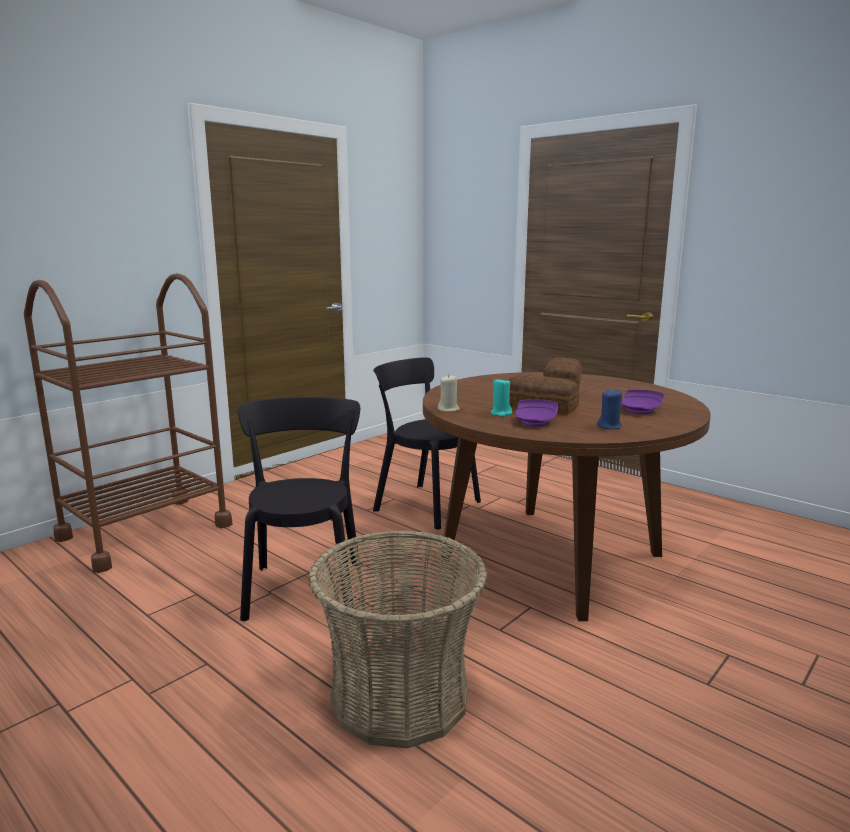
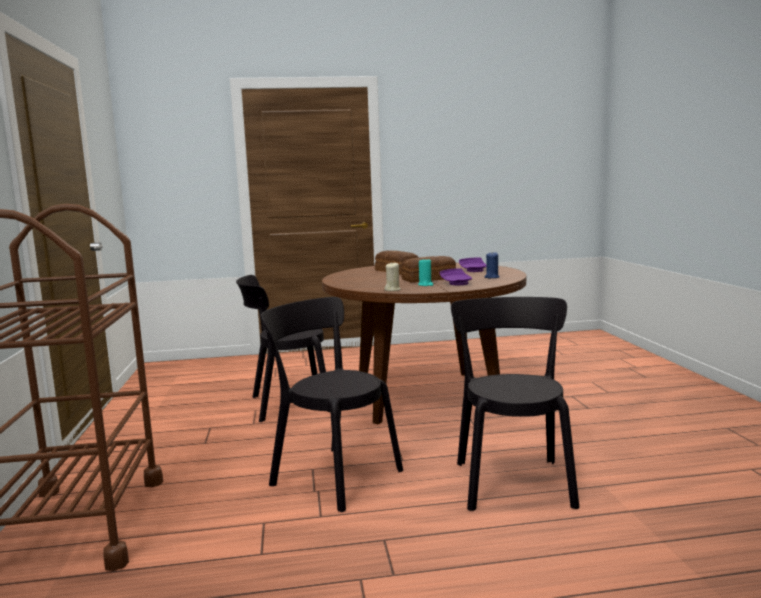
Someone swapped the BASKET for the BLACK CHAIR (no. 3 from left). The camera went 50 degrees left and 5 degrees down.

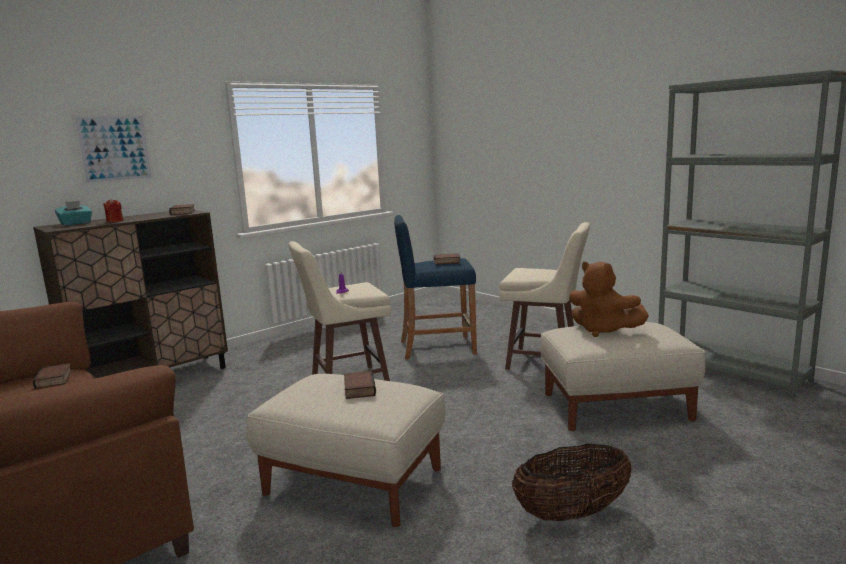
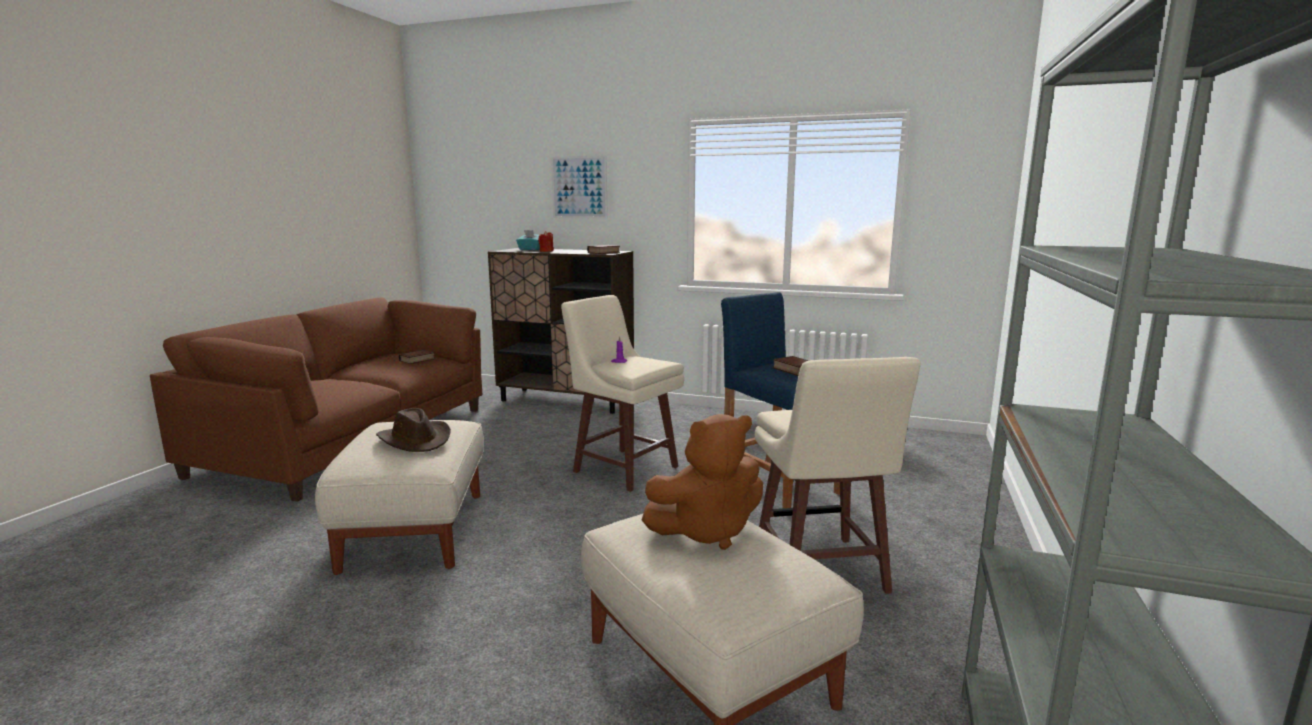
Someone swapped the BOOK (no. 3 from left) for the BROWN HAT. Someone rotated the BROWN PLUSH TOY by 120 degrees counterclockwise. Someone took away the BASKET. The camera went 60 degrees right and 0 degrees up.

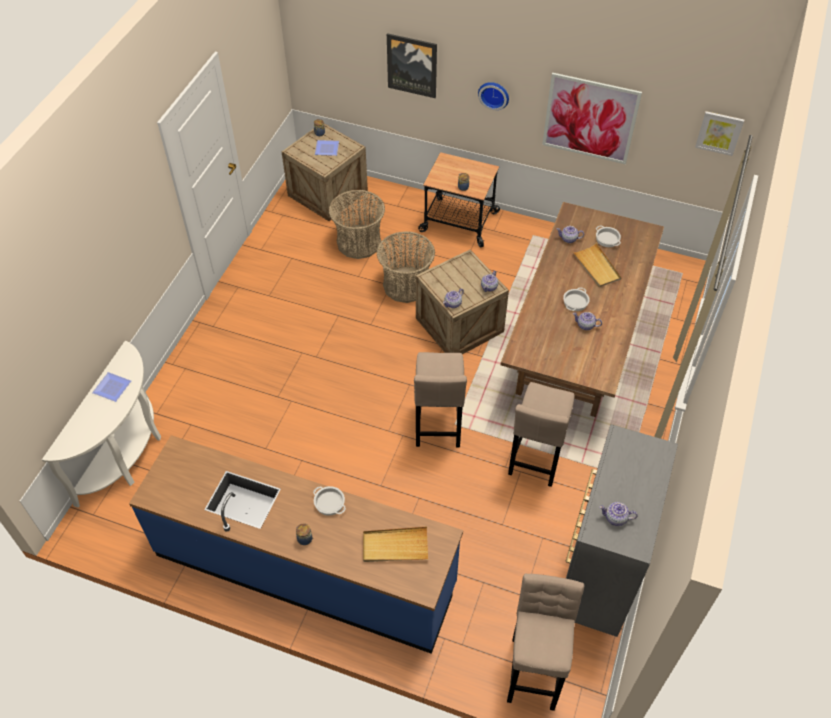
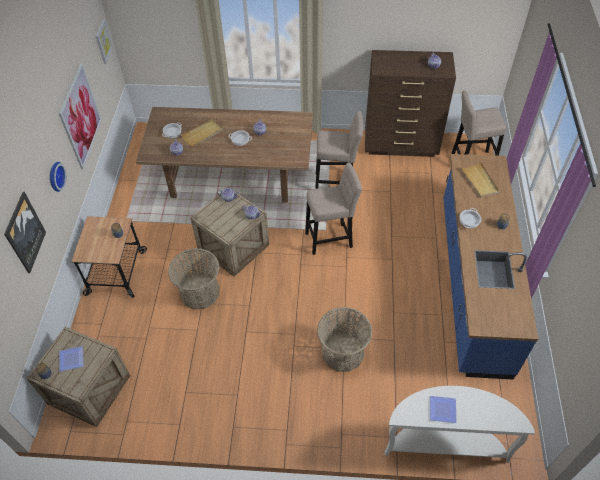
Someone carried the BASKET (no. 1 from left in the first image). Someone repainted the GREY DRESSER, which became the BROWN DRESSER. The camera went 105 degrees left and 0 degrees up.

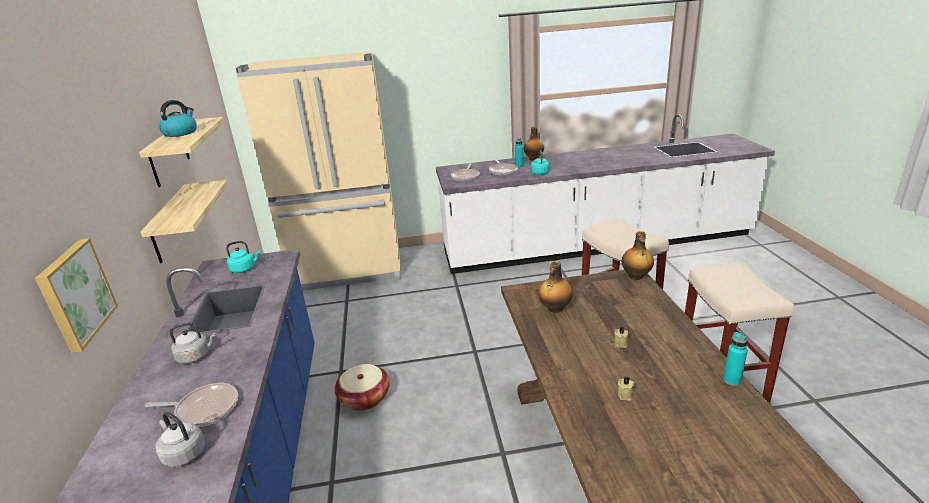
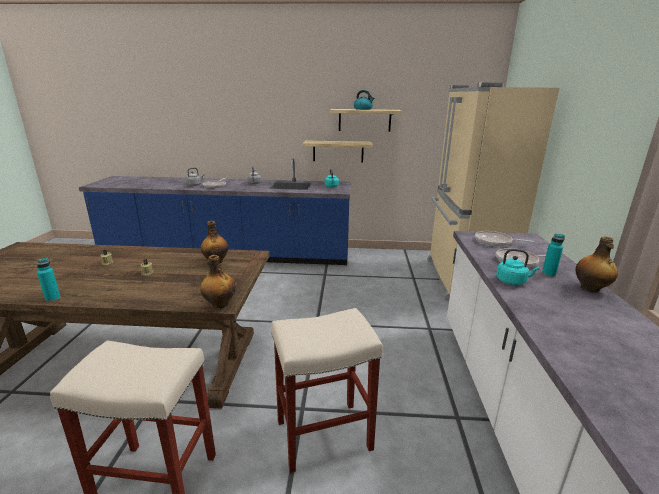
Someone took away the PICTURE. Someone took away the BASKET. The camera went 100 degrees right and 5 degrees down.

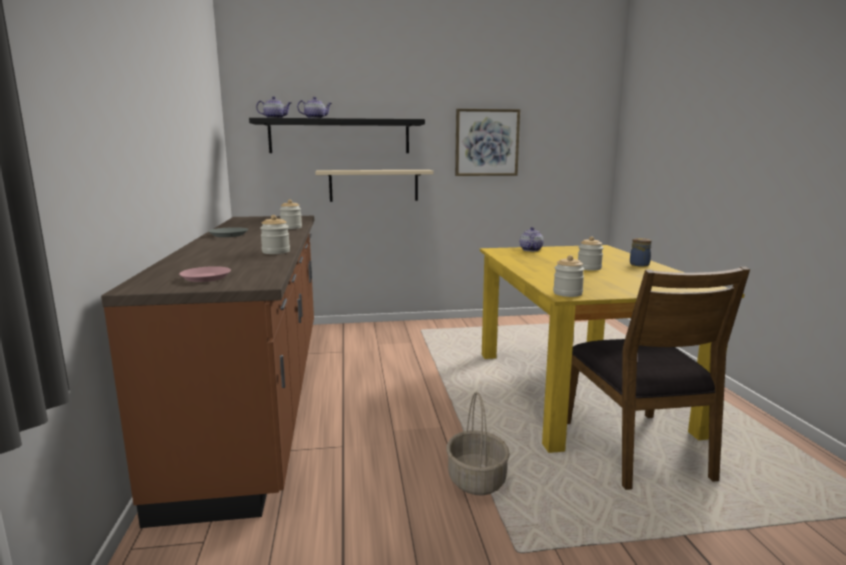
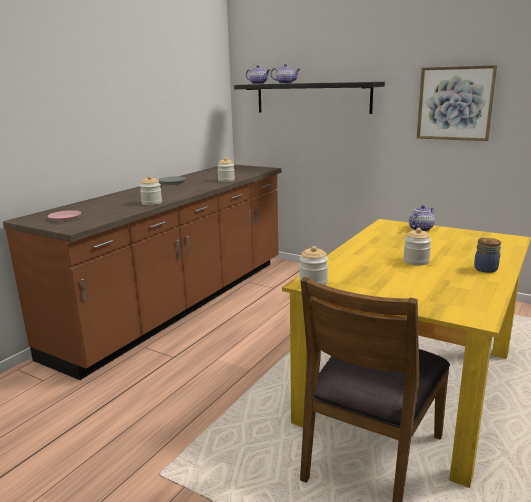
Someone took away the BEIGE SHELF. Someone took away the BASKET. The camera went 40 degrees right and 5 degrees up.

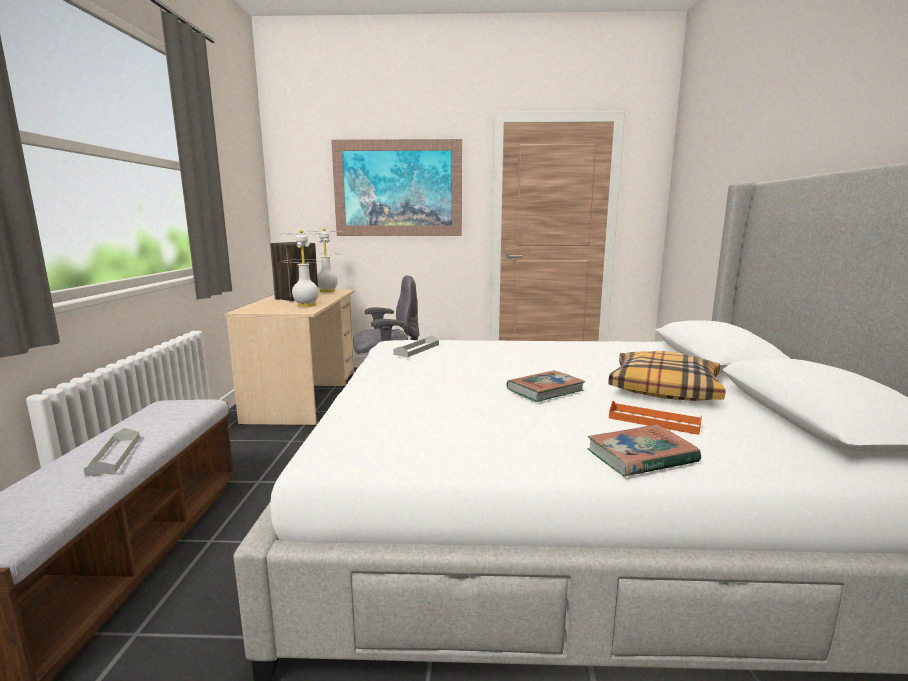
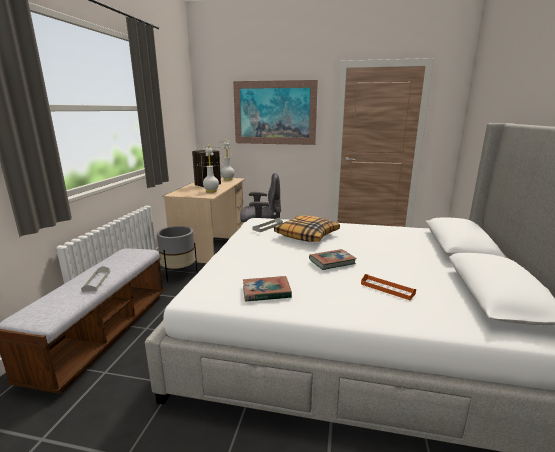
Someone put down the GREY PLANTER. Someone carried the BOOK (no. 2 from left in the first image). Someone carried the PILLOW. The camera went 10 degrees right and 5 degrees up.

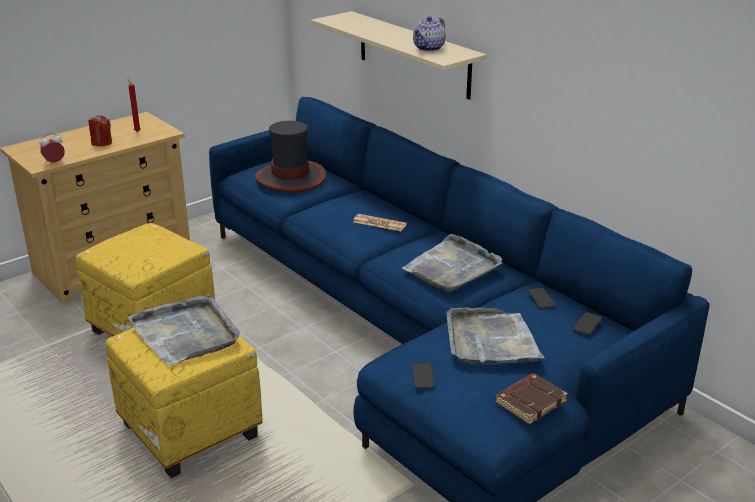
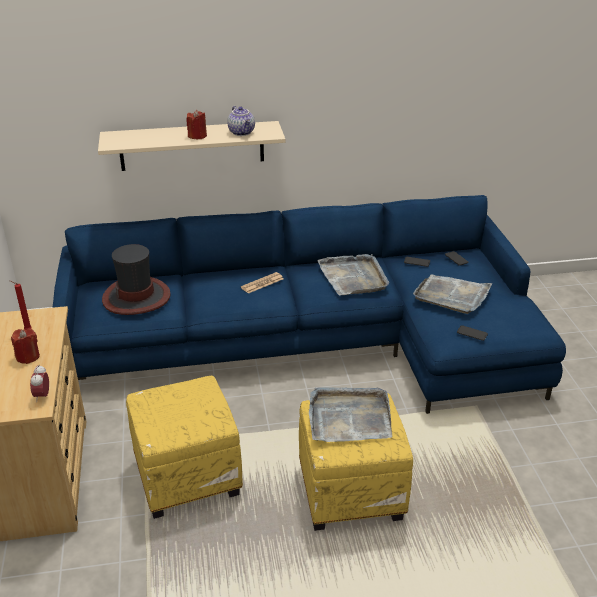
Someone put down the RED CANDLE (no. 3 from left). Someone took away the BROWN BOOK. The camera went 60 degrees left and 5 degrees up.

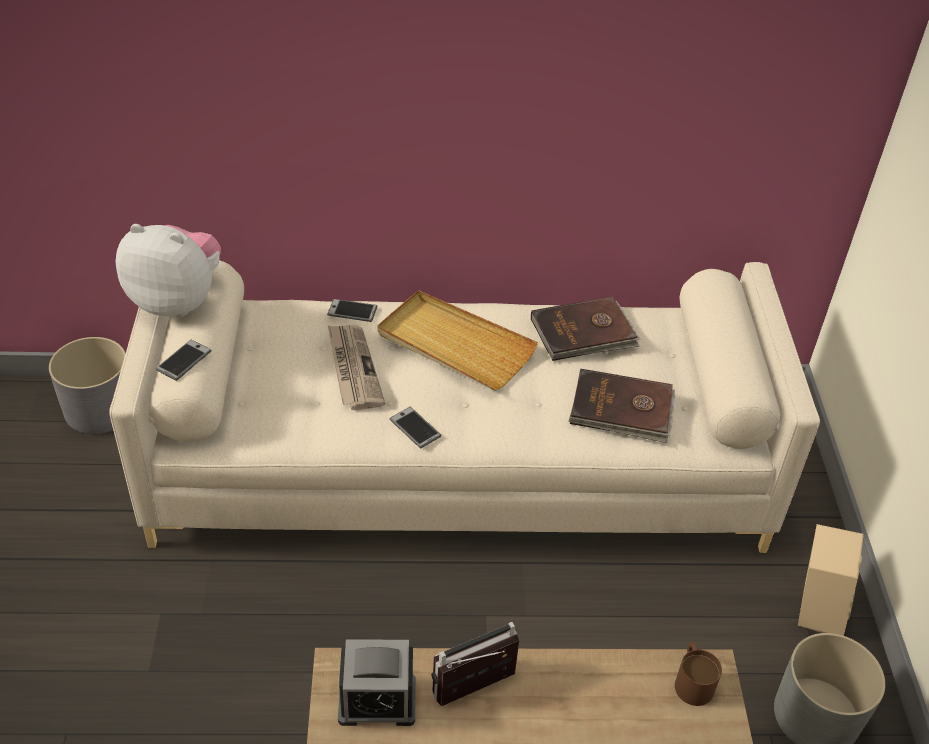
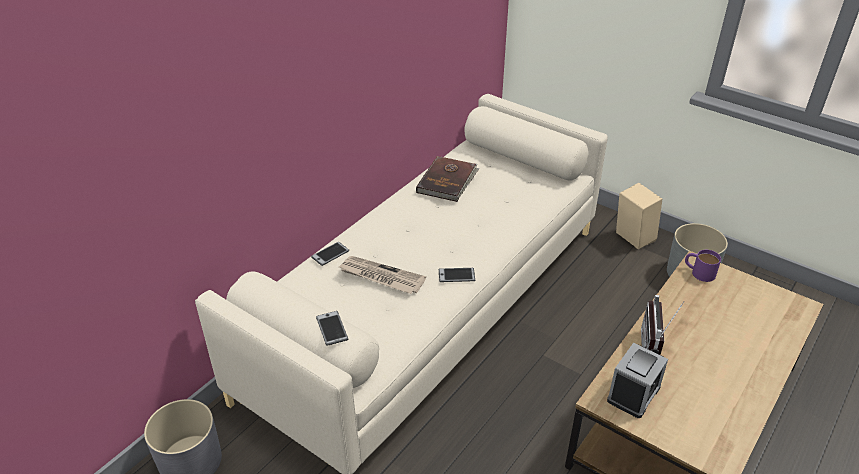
Someone repainted the BROWN MUG, which became the PURPLE MUG. Someone took away the PLUSH TOY. Someone took away the BEIGE TRAY. Someone took away the BROWN BOOK (no. 2 from left). The camera went 50 degrees left and 5 degrees down.

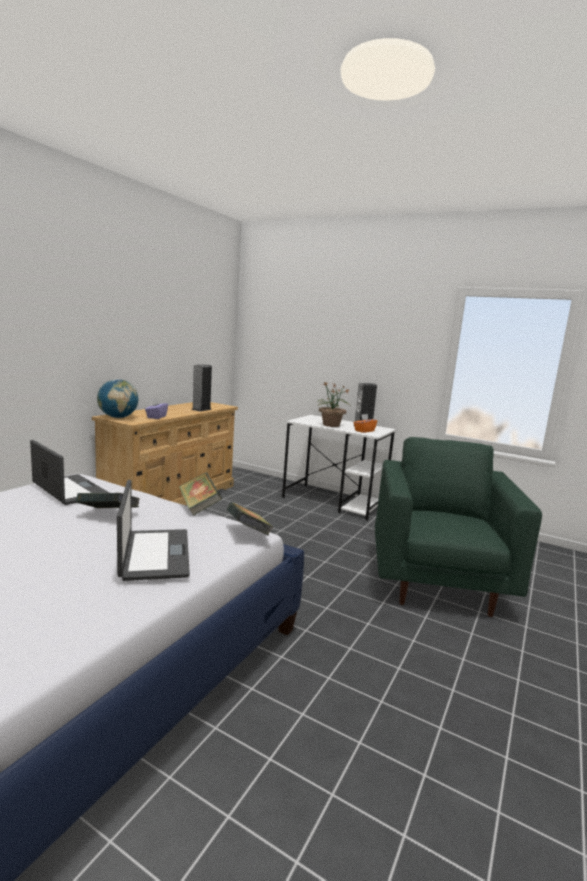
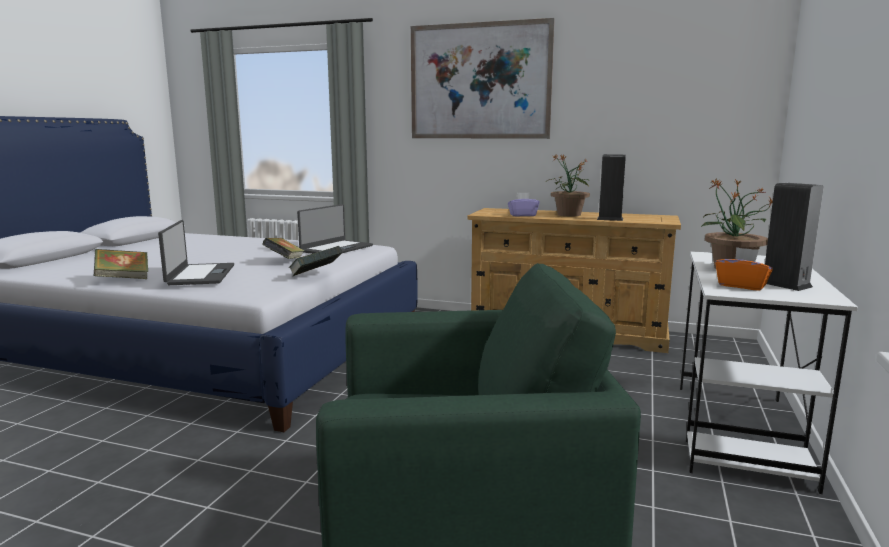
Someone carried the BOOK (no. 3 from left in the first image). Someone rotated the LAPTOP (no. 2 from left in the first image) by 75 degrees counterclockwise. Someone put up the PICTURE. Someone put down the POTTED PLANT (no. 1 from left). Someone took away the GLOBE. The camera went 80 degrees right and 0 degrees up.

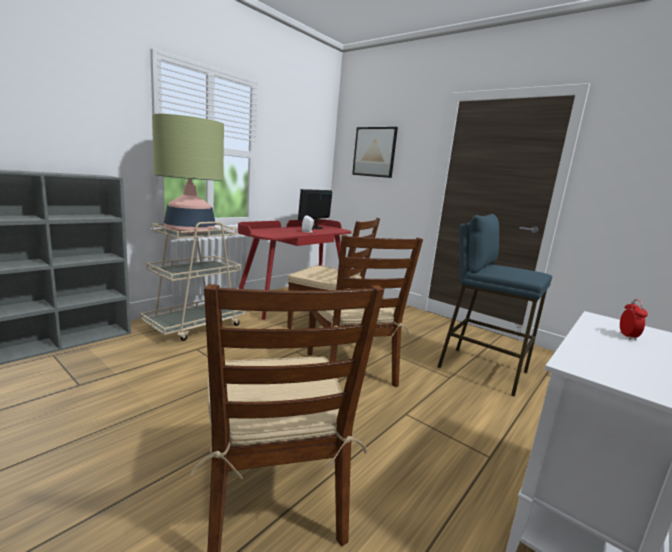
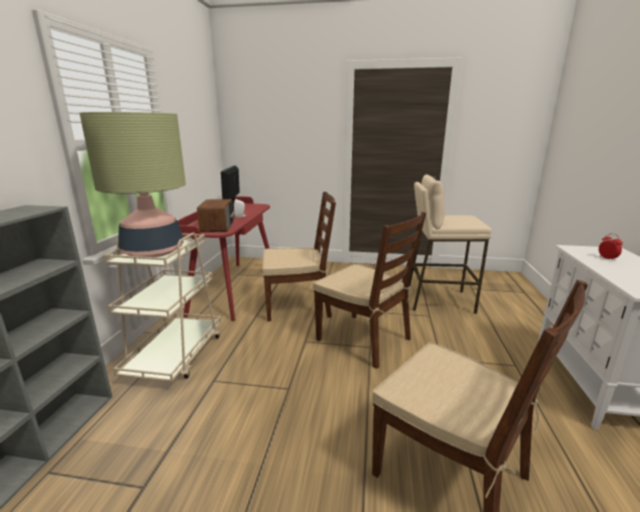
Someone put down the RADIO. Someone repainted the BLUE STOOL, which became the BEIGE STOOL. Someone took away the PICTURE. The camera went 30 degrees left and 5 degrees up.

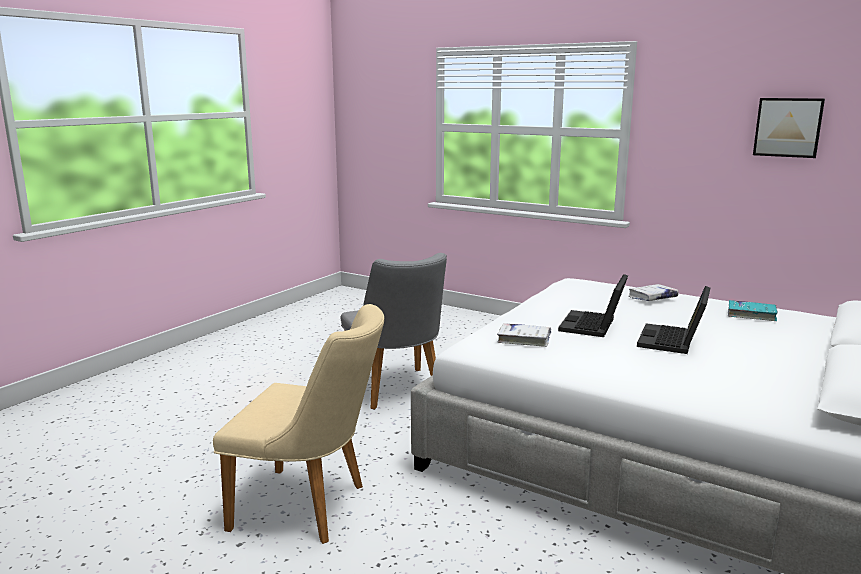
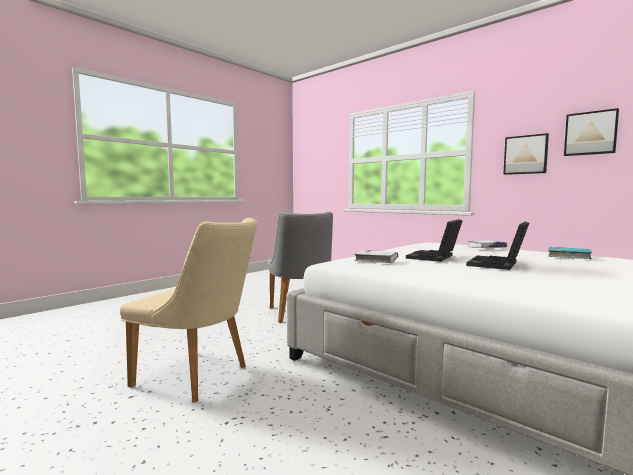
Someone put up the PICTURE (no. 1 from left). The camera went 10 degrees right and 10 degrees down.

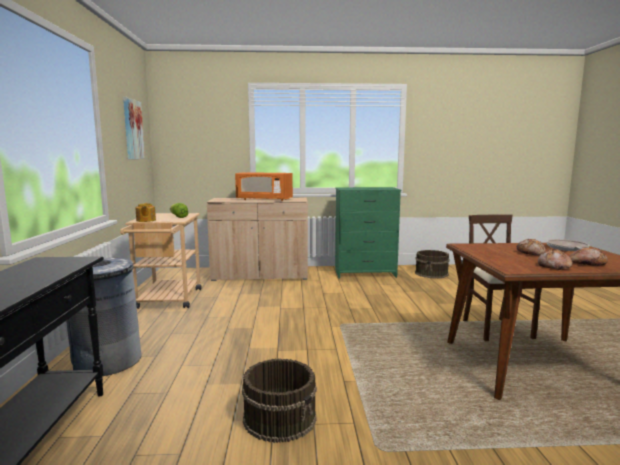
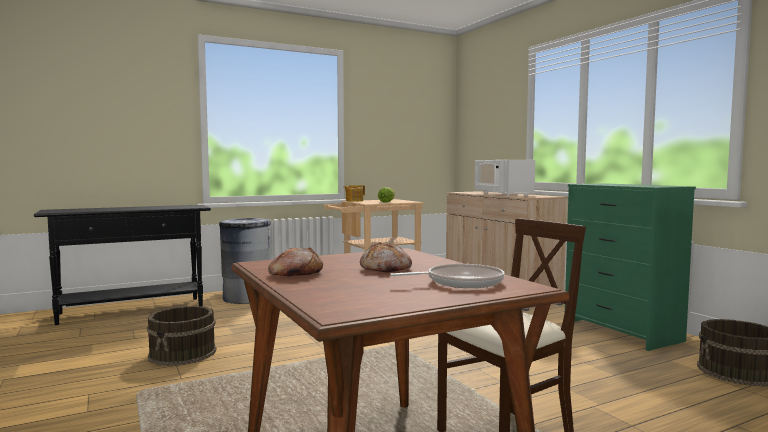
Someone repainted the ORANGE MICROWAVE, which became the WHITE MICROWAVE. Someone took away the PICTURE. Someone took away the BREAD (no. 3 from left). The camera went 65 degrees right and 5 degrees down.

